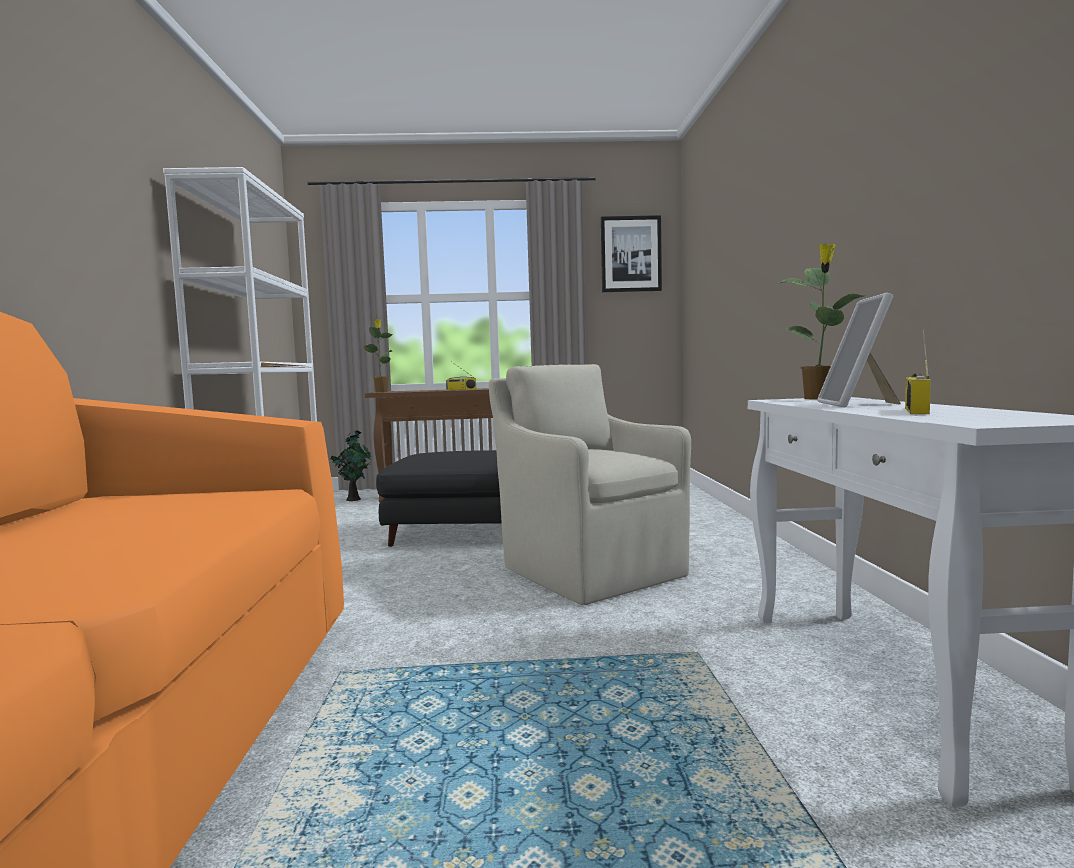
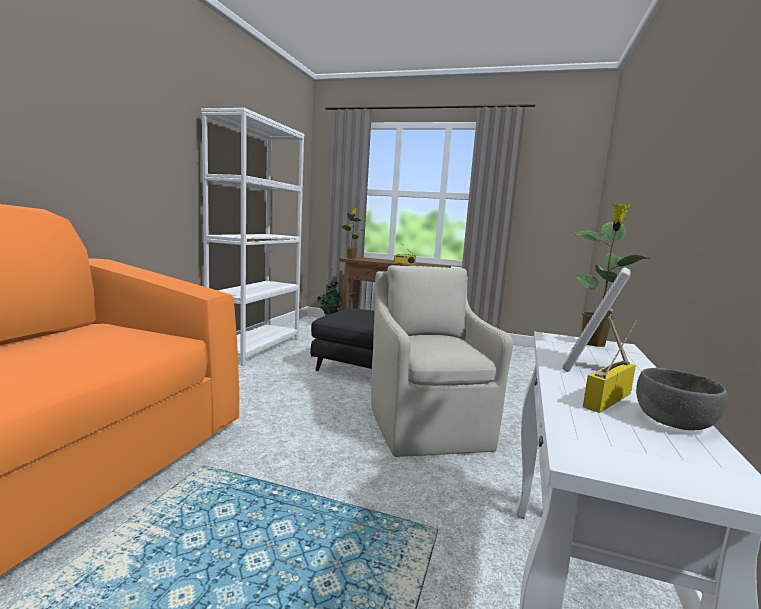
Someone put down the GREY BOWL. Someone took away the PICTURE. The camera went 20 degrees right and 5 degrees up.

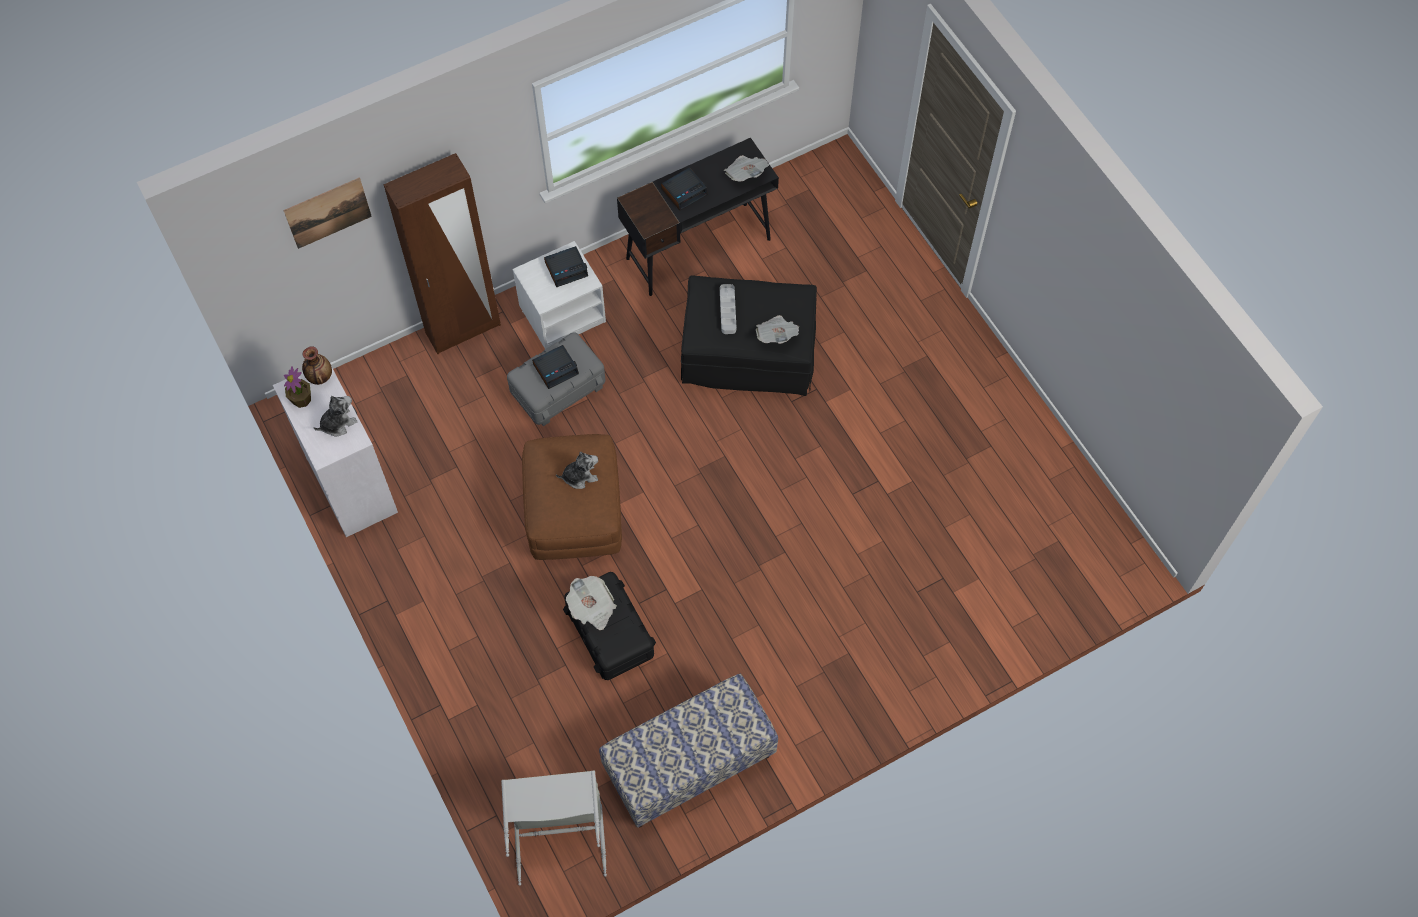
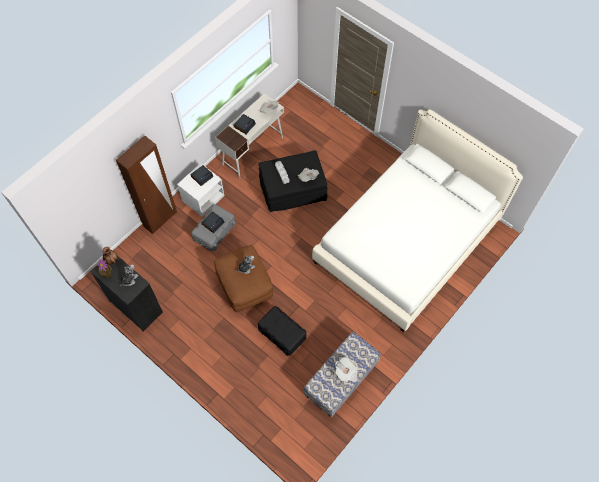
Someone repainted the WHITE DRESSER, which became the BLACK DRESSER. Someone repainted the BLACK DESK, which became the WHITE DESK. Someone put down the WHITE BED. Someone carried the NEWSPAPER (no. 1 from left in the first image). Someone took away the PICTURE. Someone took away the GREY LAUNDRY BASKET. The camera went 20 degrees left and 0 degrees up.

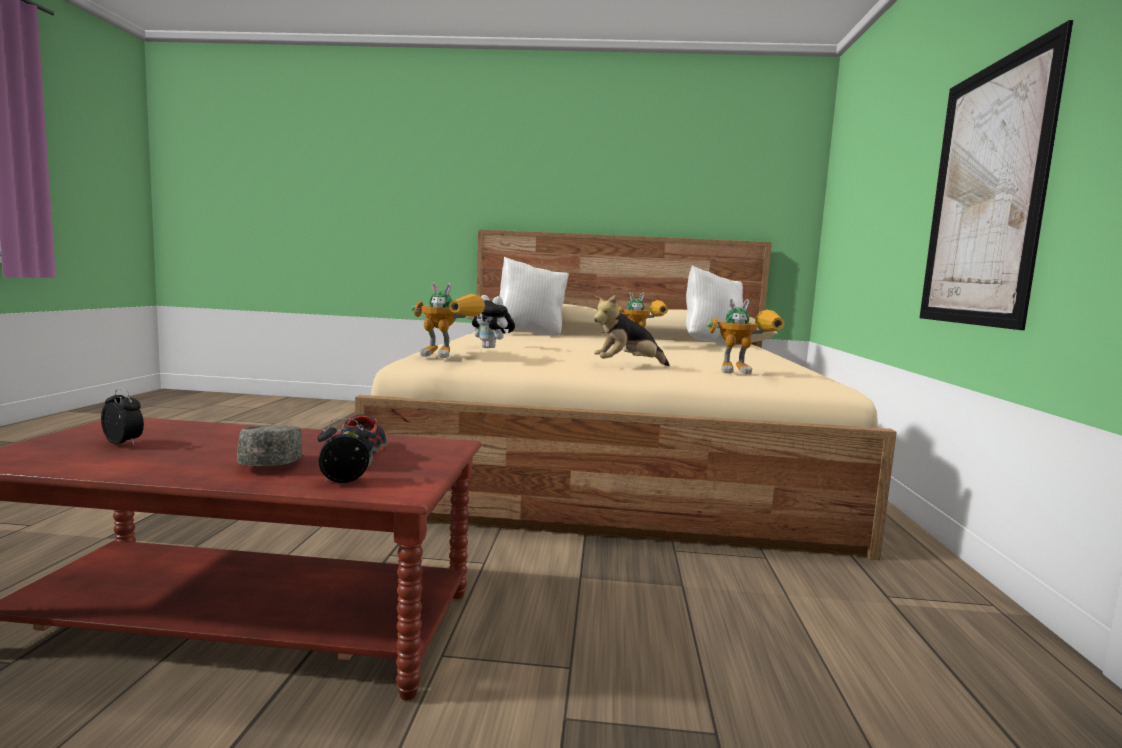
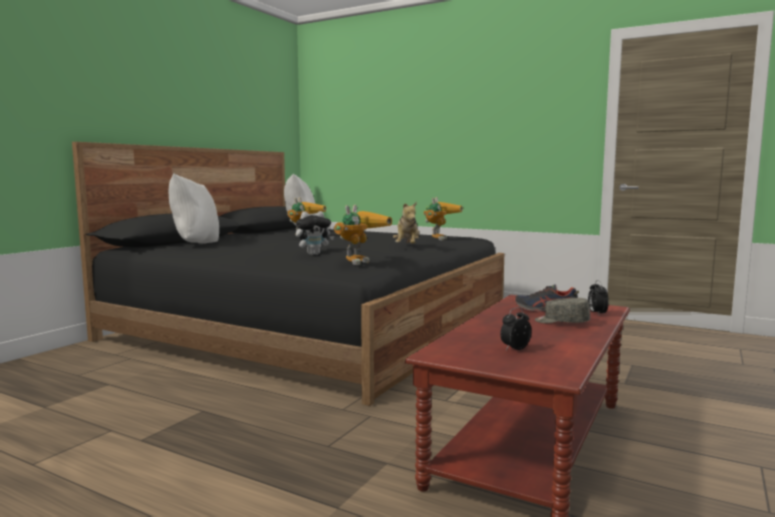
Someone repainted the BEIGE BED, which became the BLACK BED. Someone took away the PICTURE. The camera went 65 degrees left and 0 degrees up.

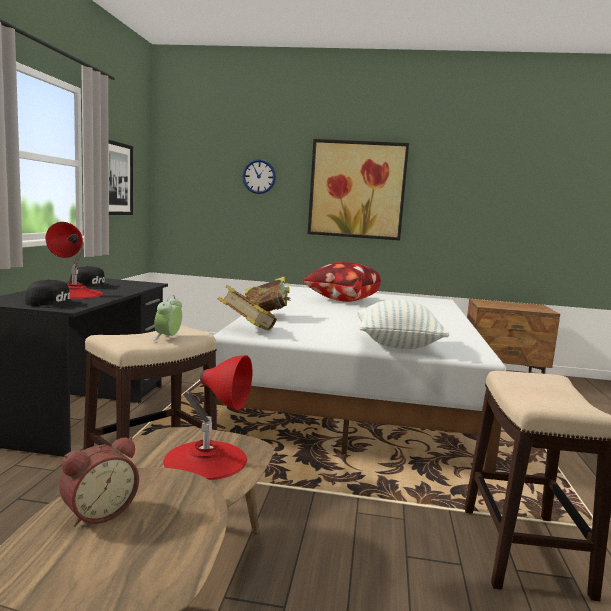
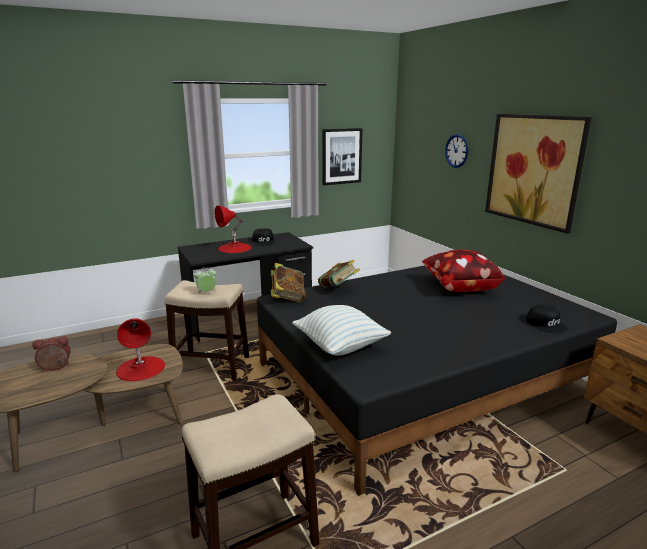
Someone rotated the ALARM CLOCK (no. 1 from left) by 150 degrees clockwise. Someone repainted the WHITE BED, which became the BLACK BED. Someone carried the BLACK CAP (no. 1 from left in the first image). The camera went 55 degrees right and 10 degrees up.

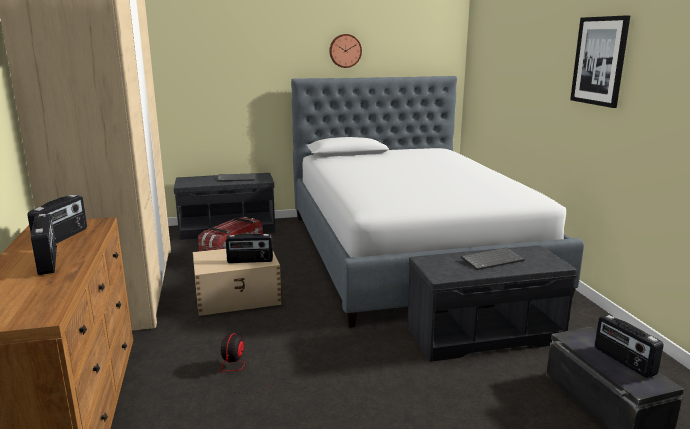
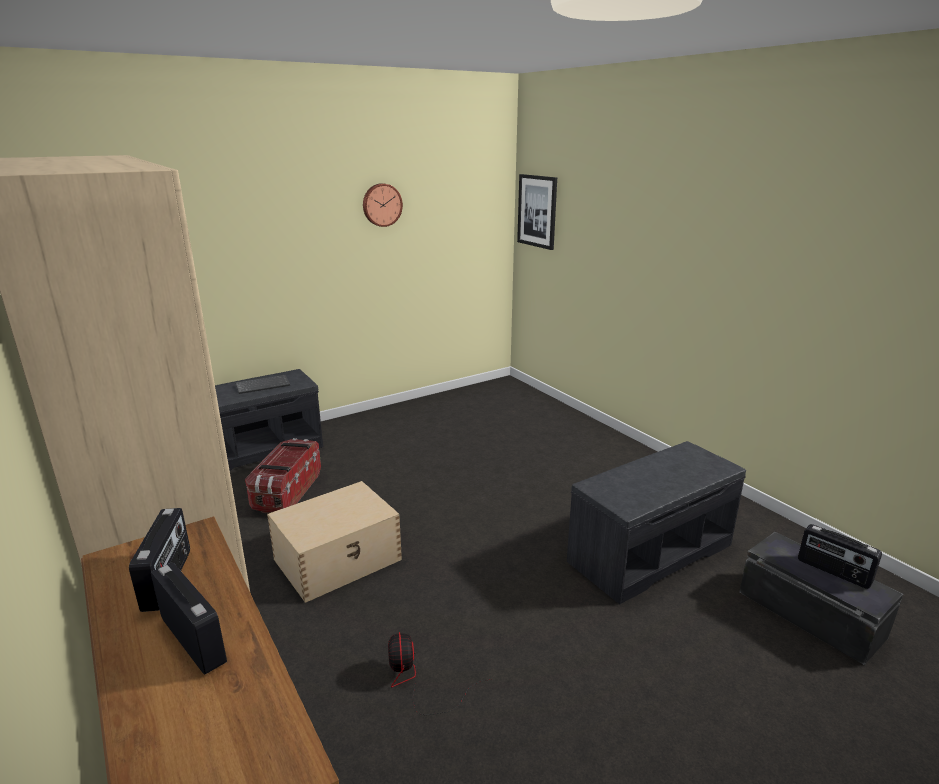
Someone carried the PICTURE. Someone took away the RADIO (no. 3 from left). Someone took away the BED. Someone took away the KEYBOARD (no. 2 from left). The camera went 20 degrees left and 5 degrees up.

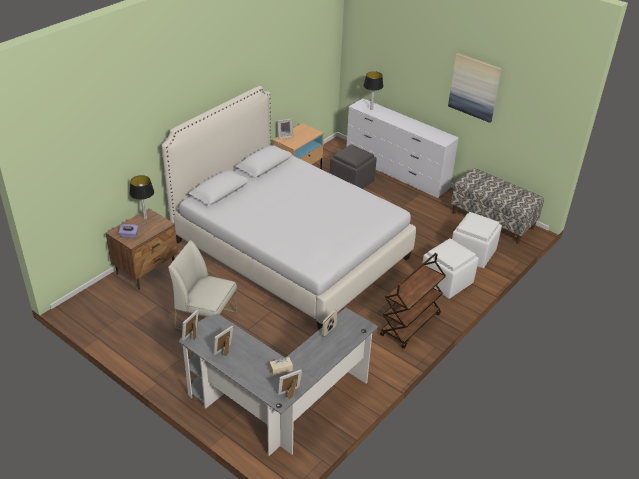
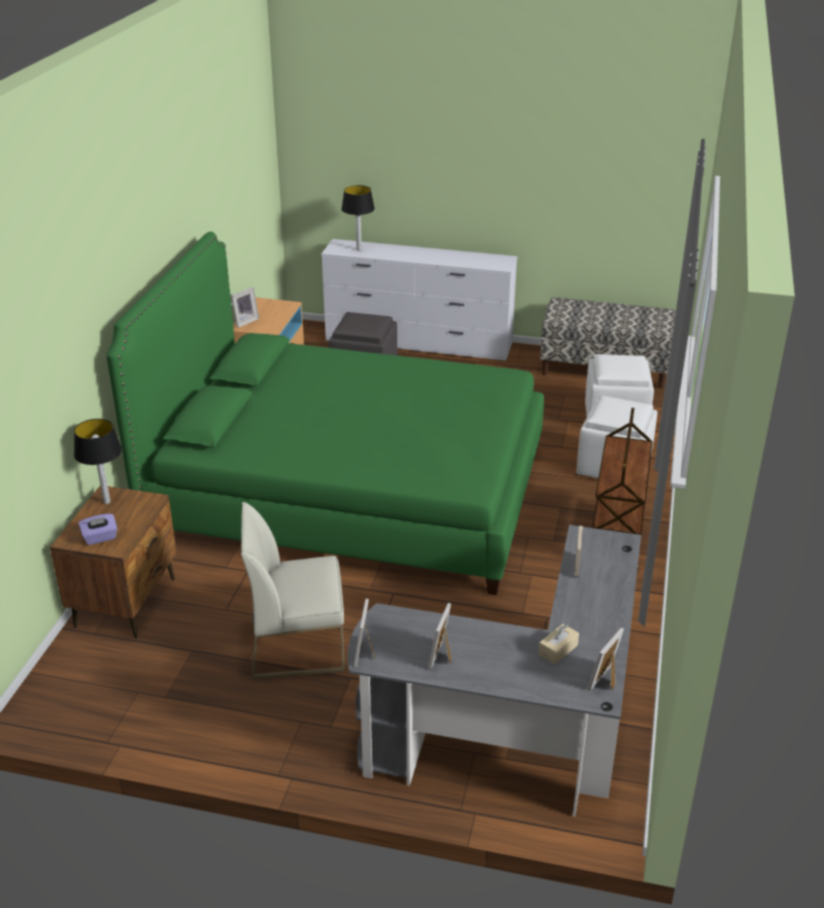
Someone repainted the WHITE BED, which became the GREEN BED. Someone took away the PICTURE. The camera went 25 degrees left and 5 degrees down.

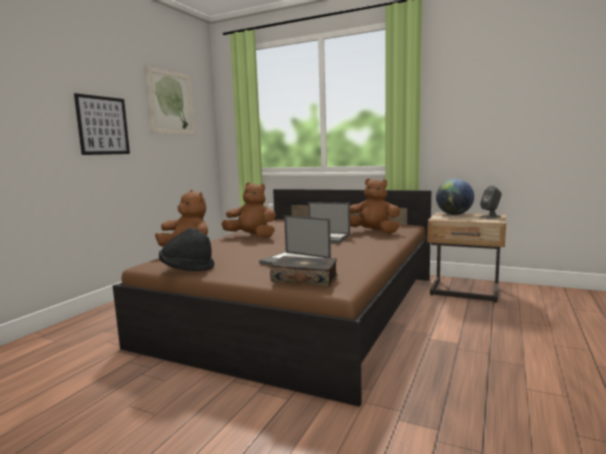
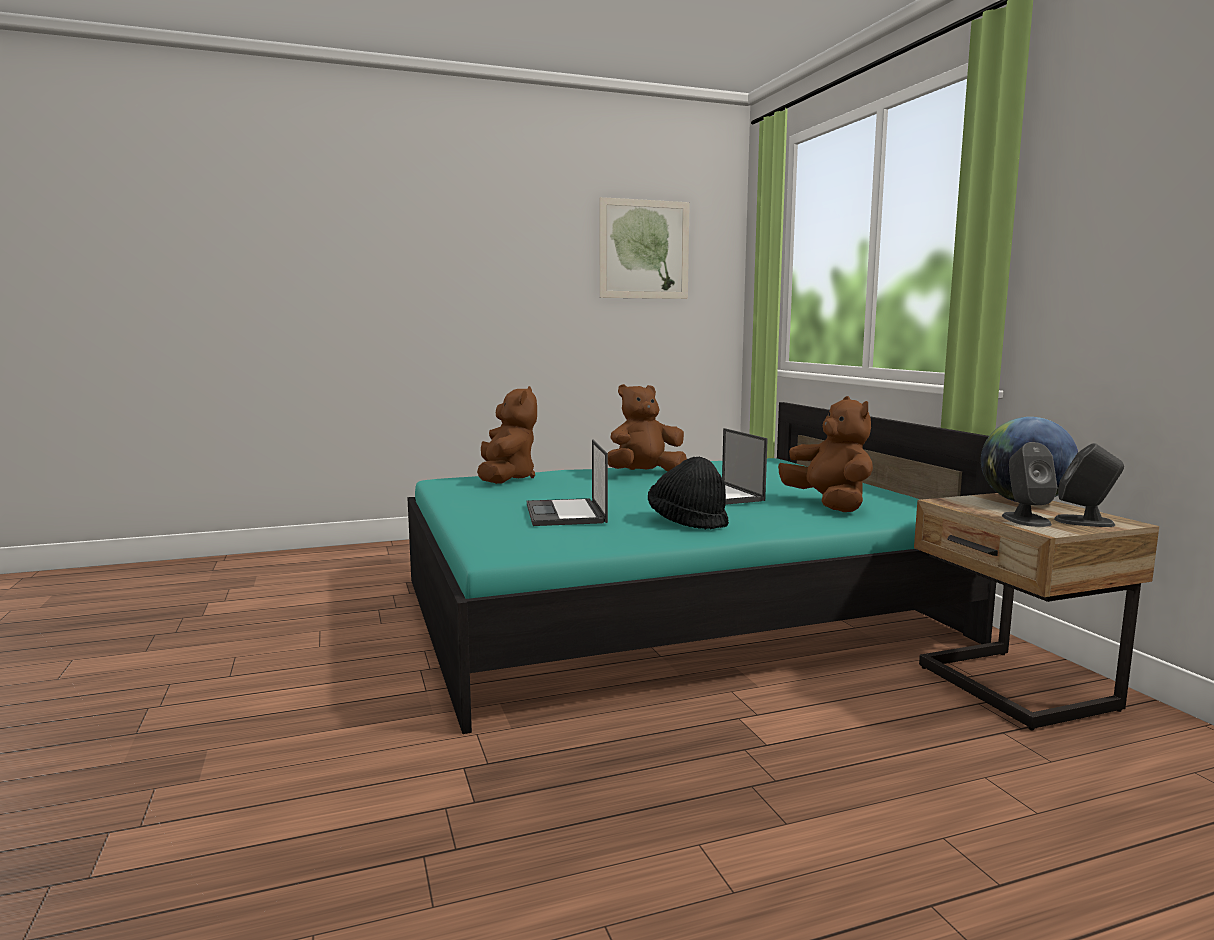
Someone repainted the BROWN BED, which became the TURQUOISE BED. Someone rotated the BROWN PLUSH TOY (no. 2 from left) by 90 degrees counterclockwise. Someone carried the BLACK HAT. Someone put down the GREY SPEAKER (no. 1 from left). Someone took away the PICTURE (no. 1 from left). Someone took away the BOOK. The camera went 45 degrees right and 0 degrees up.

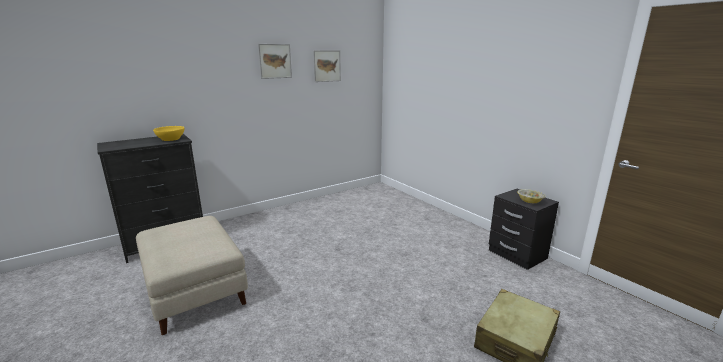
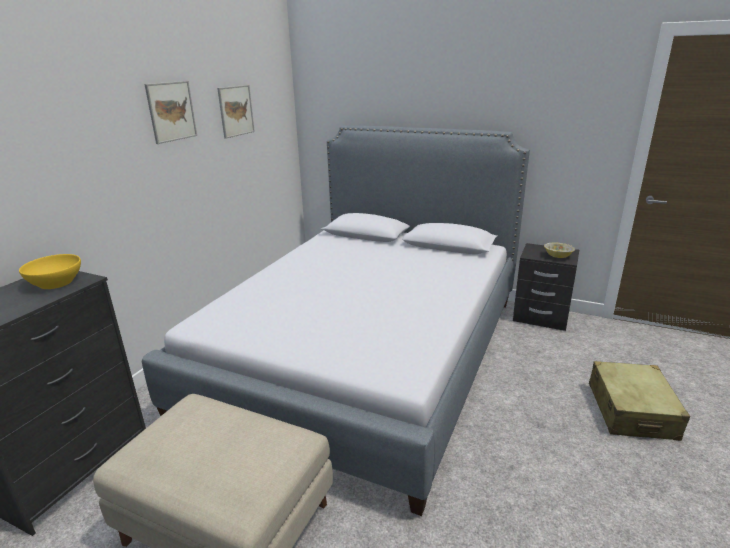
Someone put down the BED. The camera went 30 degrees left and 5 degrees up.

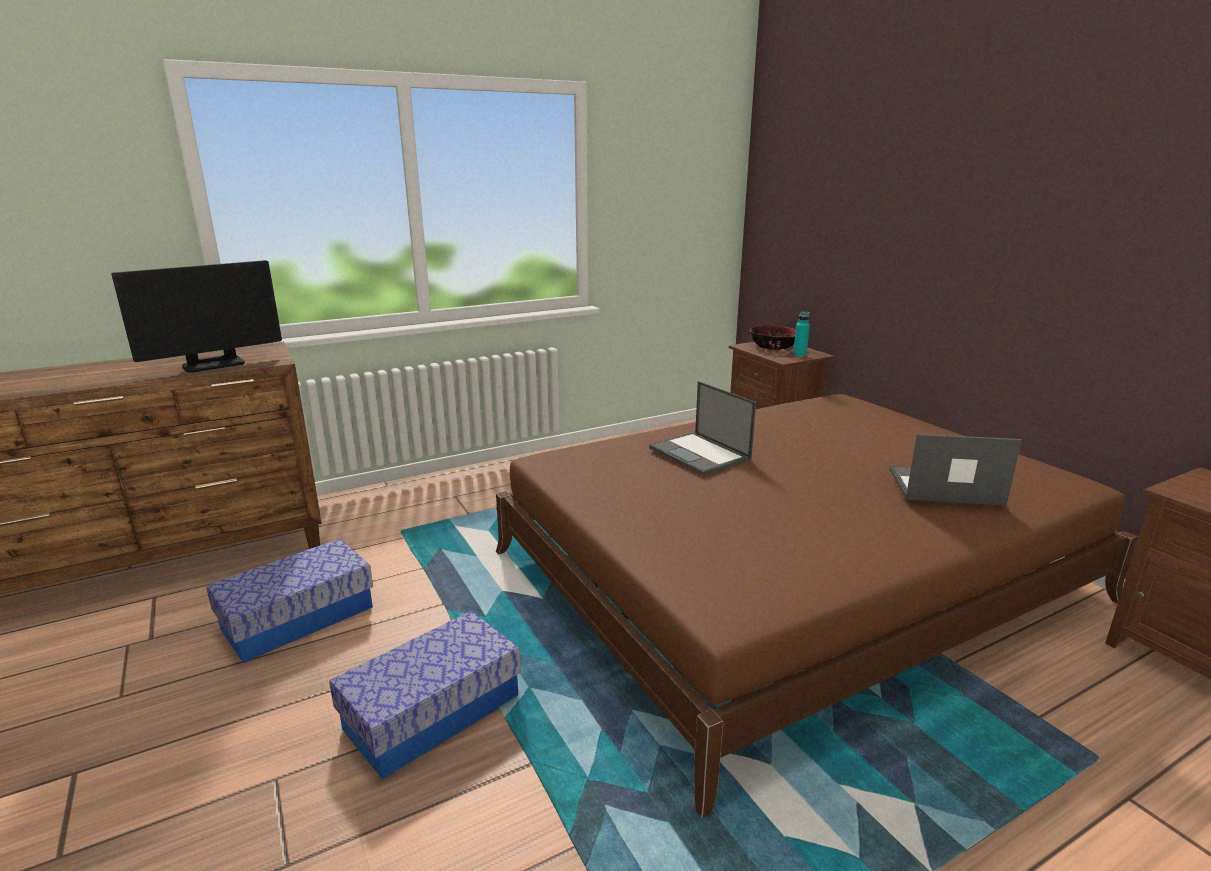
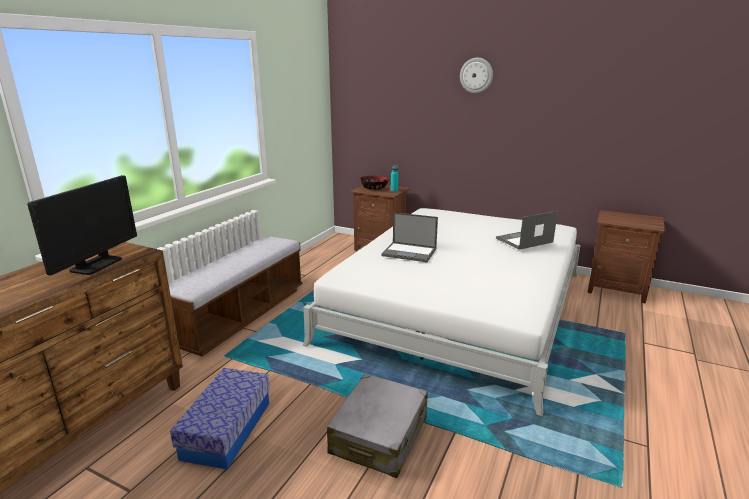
Someone put down the BENCH. Someone repainted the BROWN BED, which became the WHITE BED. Someone swapped the STORAGE BOX (no. 2 from left) for the GREY SUITCASE. Someone put up the WALL CLOCK. The camera went 35 degrees left and 0 degrees up.

